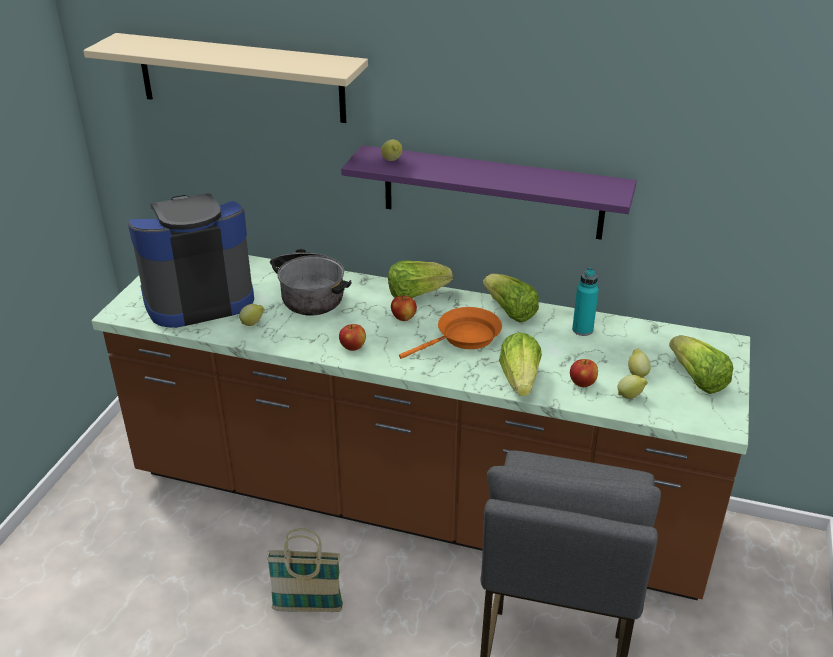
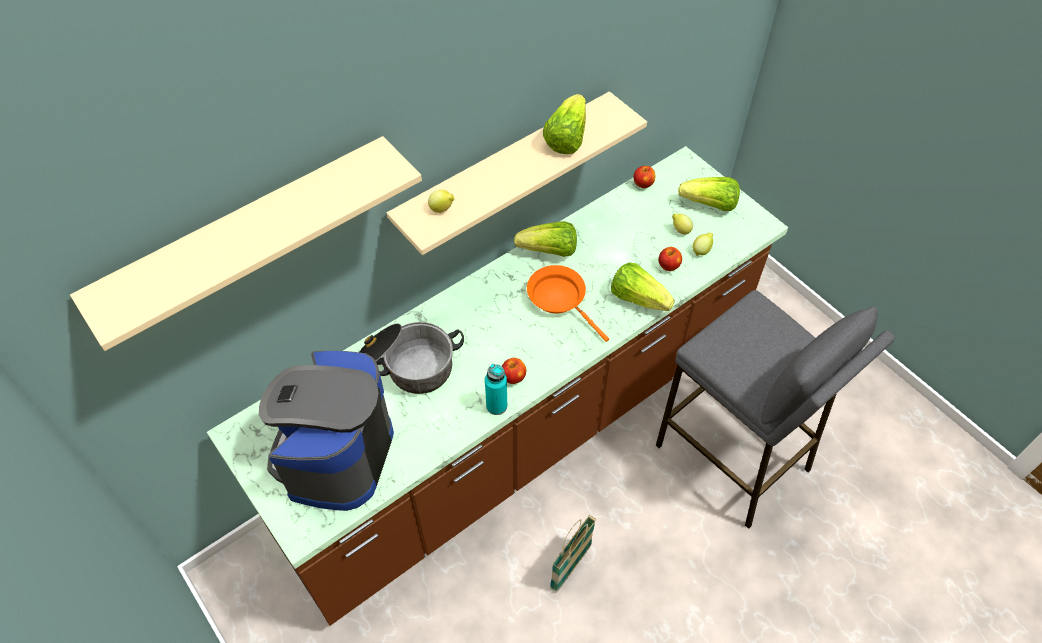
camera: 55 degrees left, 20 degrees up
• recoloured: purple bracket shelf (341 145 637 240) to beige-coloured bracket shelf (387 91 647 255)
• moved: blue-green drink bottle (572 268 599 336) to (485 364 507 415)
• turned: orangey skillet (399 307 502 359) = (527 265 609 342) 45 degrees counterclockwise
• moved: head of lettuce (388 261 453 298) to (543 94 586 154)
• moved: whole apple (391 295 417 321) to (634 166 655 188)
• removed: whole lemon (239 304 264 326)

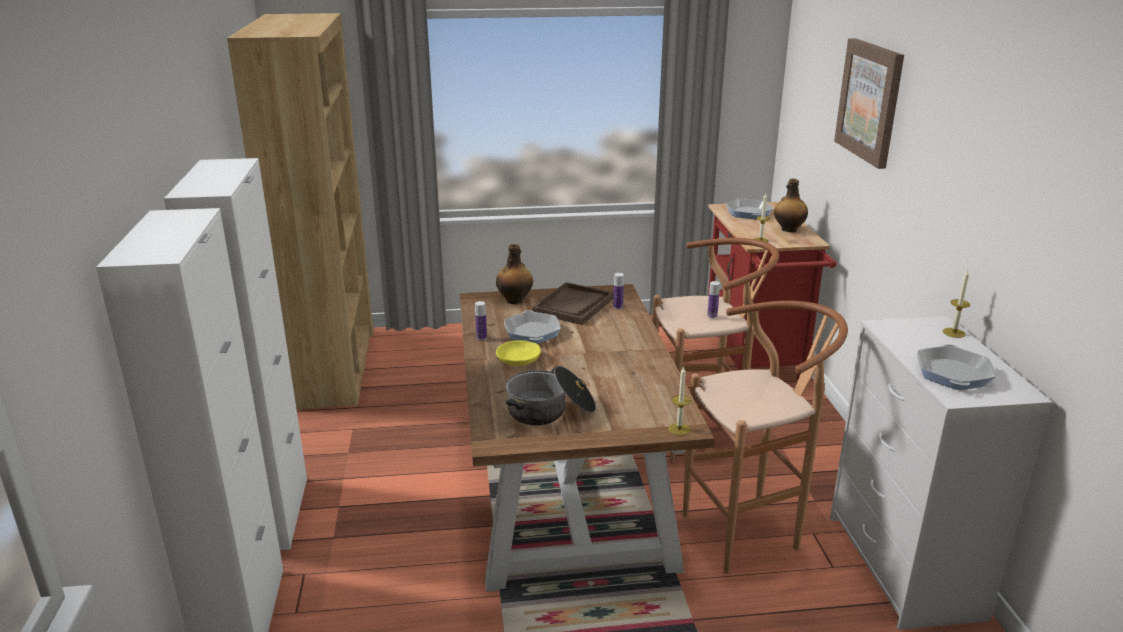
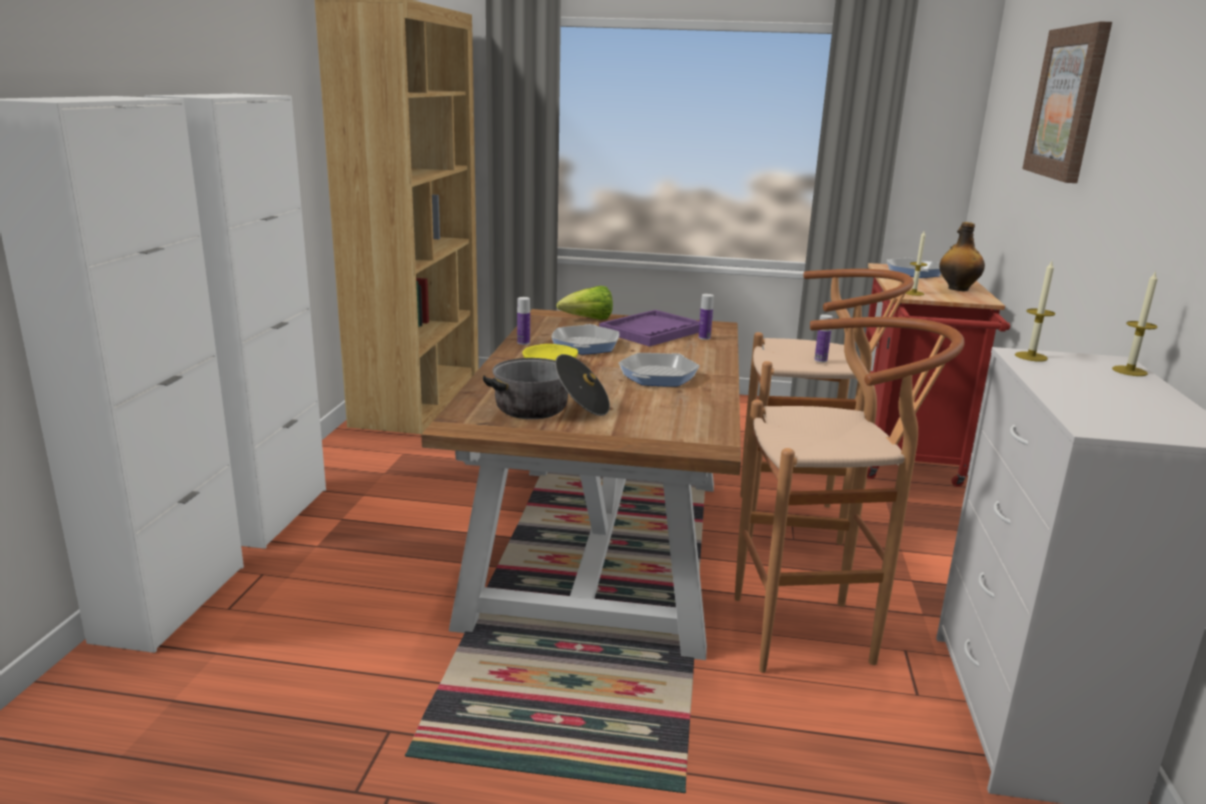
camera: 15 degrees right, 5 degrees down
• replaced: drink bottle (496 244 533 304) to head of lettuce (557 286 613 320)
• recoloured: brown-coloured serving tray (532 282 614 325) to purple serving tray (599 310 700 347)
• moved: skillet (917 344 995 390) to (619 353 700 387)
• moved: wax candle (668 366 691 435) to (1015 261 1055 361)

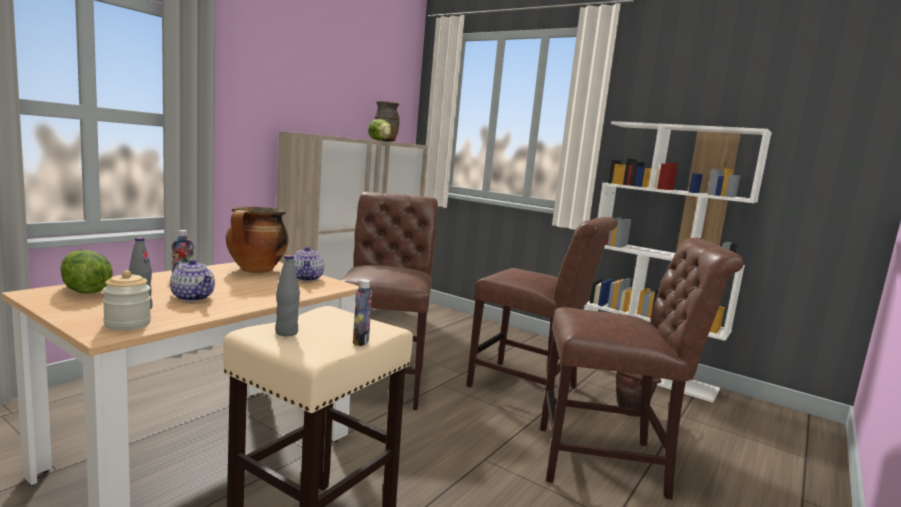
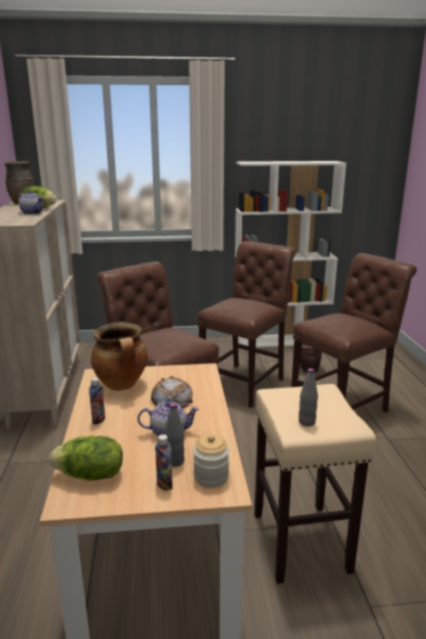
camera: 40 degrees left, 10 degrees up
• moved: teapot (294 246 324 281) to (18 190 43 214)
• added: bakery bread (151 376 193 408)
• moved: drink bottle (353 279 372 346) to (155 434 173 491)
• turned: brown-coloured chair (466 217 618 397) = (198 241 296 408) 45 degrees counterclockwise

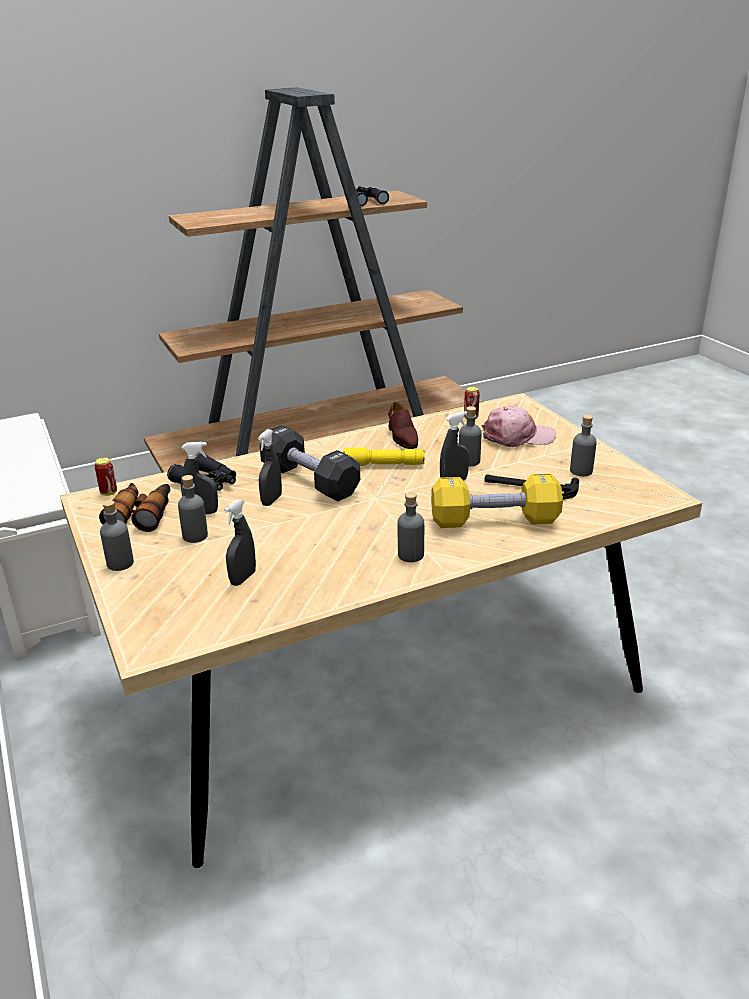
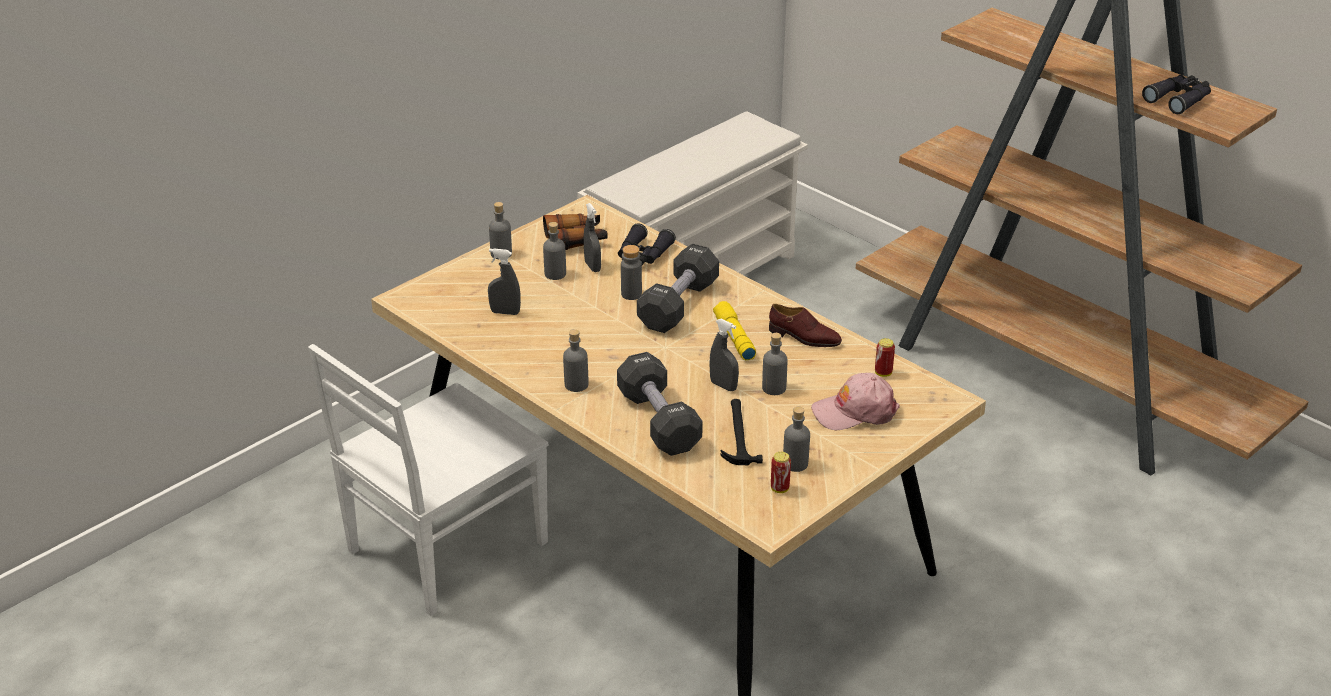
camera: 70 degrees right, 5 degrees up
• added: whitish chair (308 344 548 616)
• recoloured: yellow hand weight (431 473 563 528) to blackish hand weight (617 352 703 456)
• replaced: grey spray bottle (258 429 282 506) to grey drink bottle (621 245 642 300)
• turned: brown-coloured shoe (388 401 418 449) = (769 304 842 347) 120 degrees counterclockwise
• moved: metal can (94 458 117 496) to (771 452 791 493)
• turned: pink peaked cap (482 406 556 447) = (811 373 900 430) 105 degrees clockwise

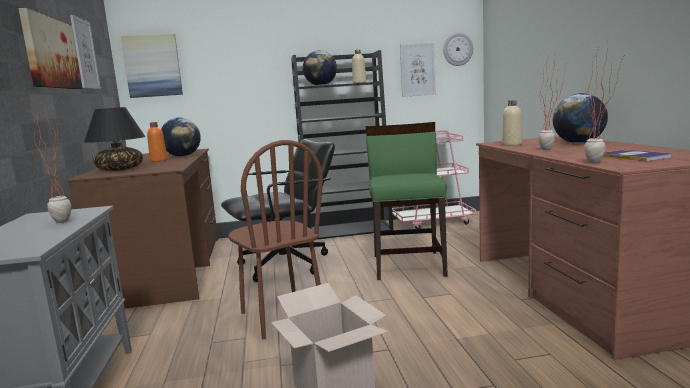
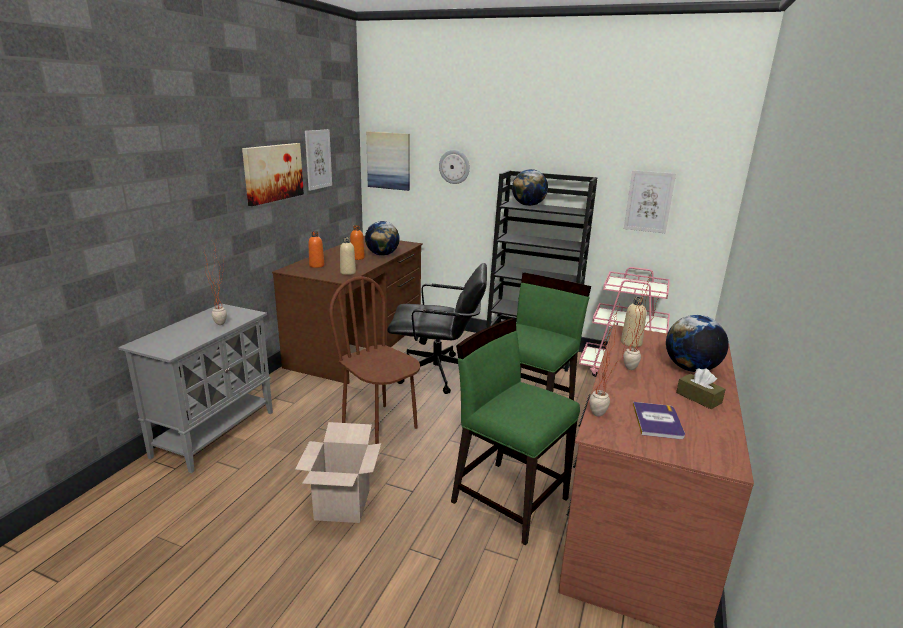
camera: 30 degrees right, 10 degrees up
• replaced: blackish tabletop lamp (84 107 146 171) to orangey drink bottle (308 231 324 268)
• turned: brown-coloured chair (228 140 323 339) = (329 276 420 444) 135 degrees clockwise
• moved: beige-coloured drink bottle (352 50 366 83) to (340 237 356 275)
• moved: clock on the wall (443 33 473 66) to (439 150 470 184)
• added: green-coloured chair (451 318 580 545)
• added: brown-coloured tissue holder (676 368 726 409)

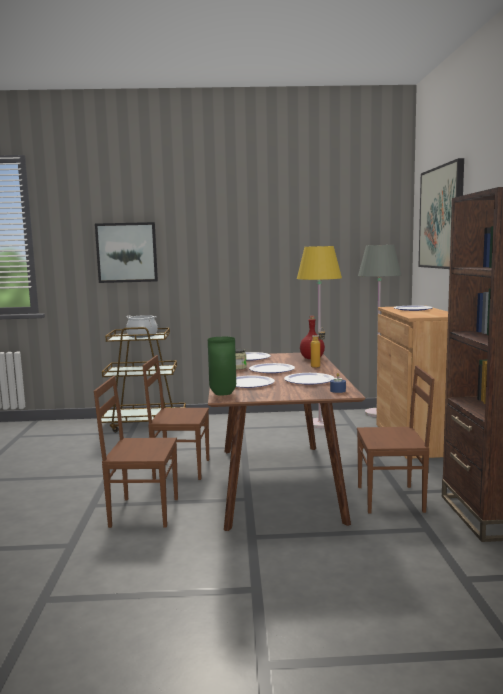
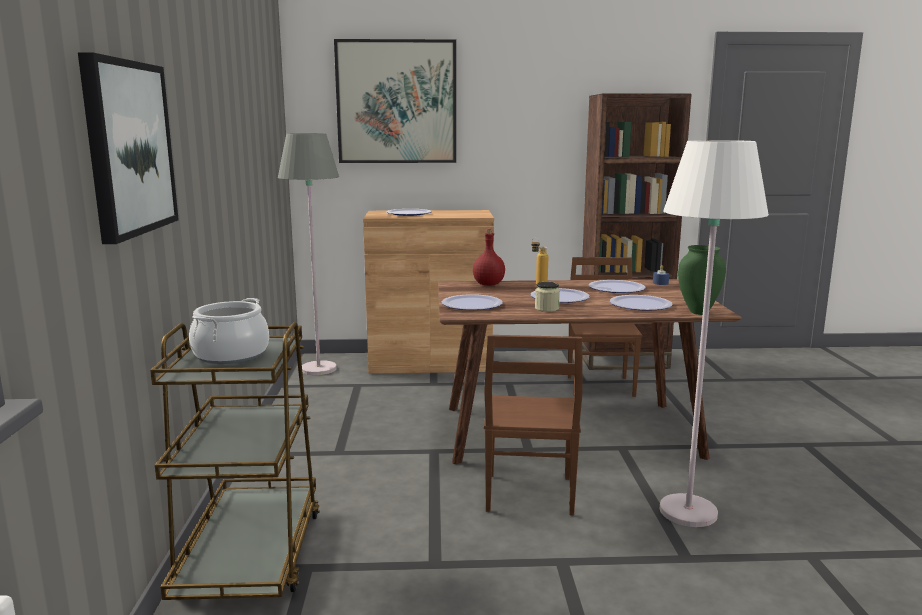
camera: 90 degrees left, 5 degrees up
• replaced: brown-coloured chair (94 376 178 528) to whitish standard lamp (660 140 769 527)
• removed: yellow standard lamp (297 246 342 428)

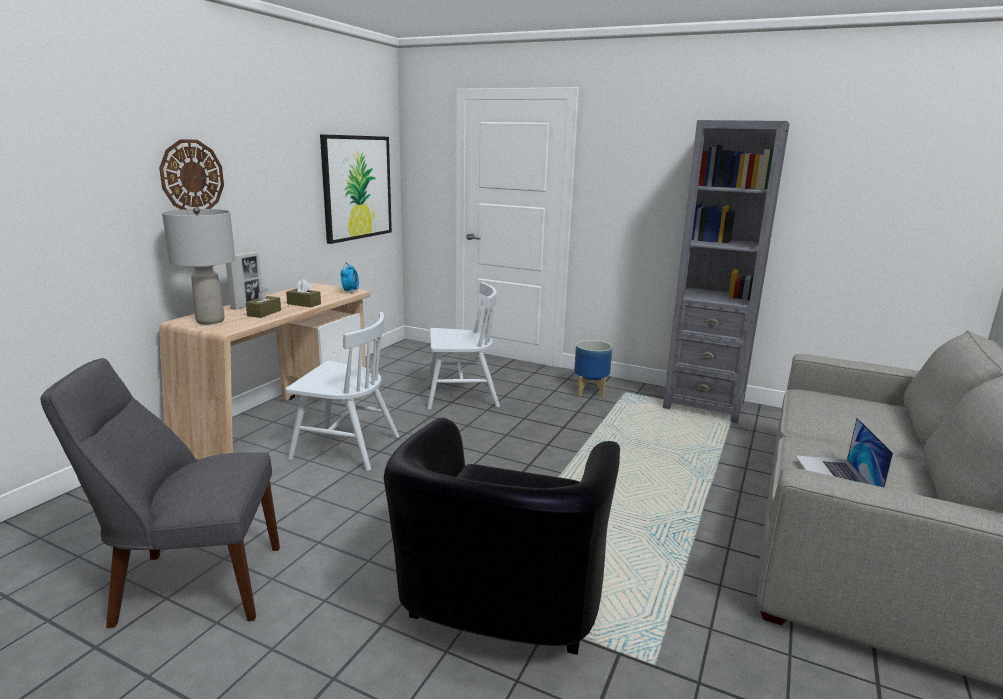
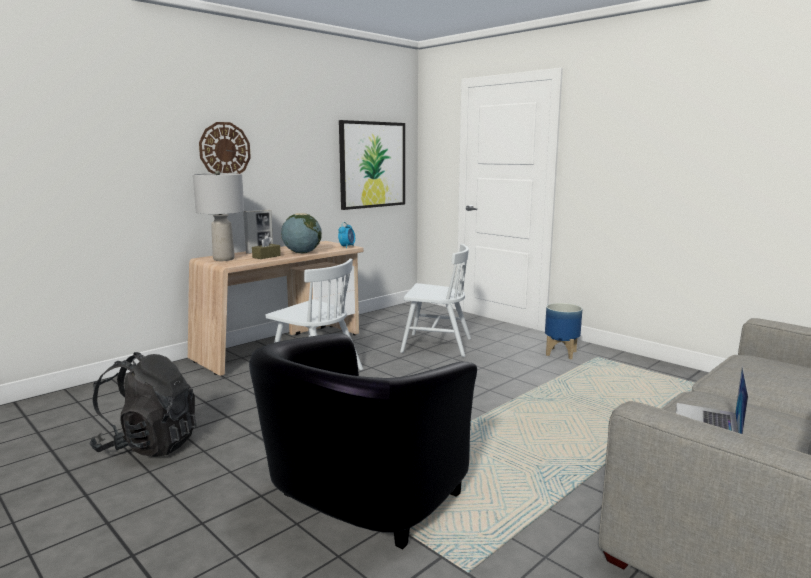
camera: 20 degrees right, 5 degrees down
• replaced: grey chair (40 358 280 628) to blackish rucksack (89 352 196 457)
• replaced: brown-coloured tissue holder (286 279 321 308) to desk globe (281 213 322 253)
• removed: grey shelving unit (663 120 790 424)

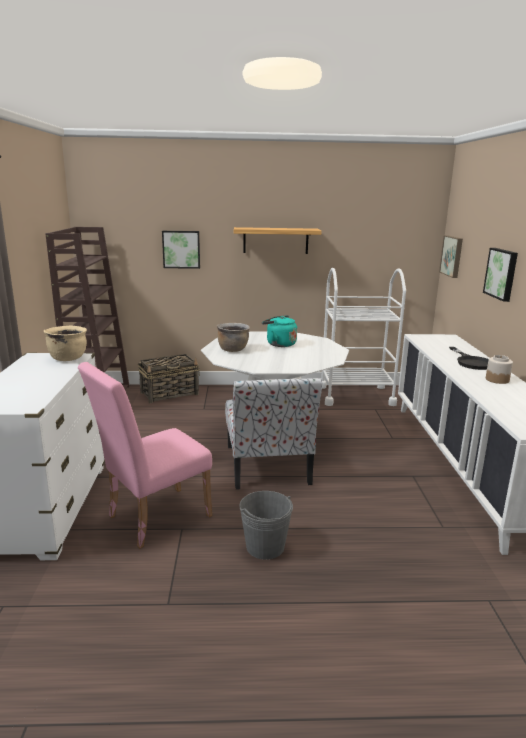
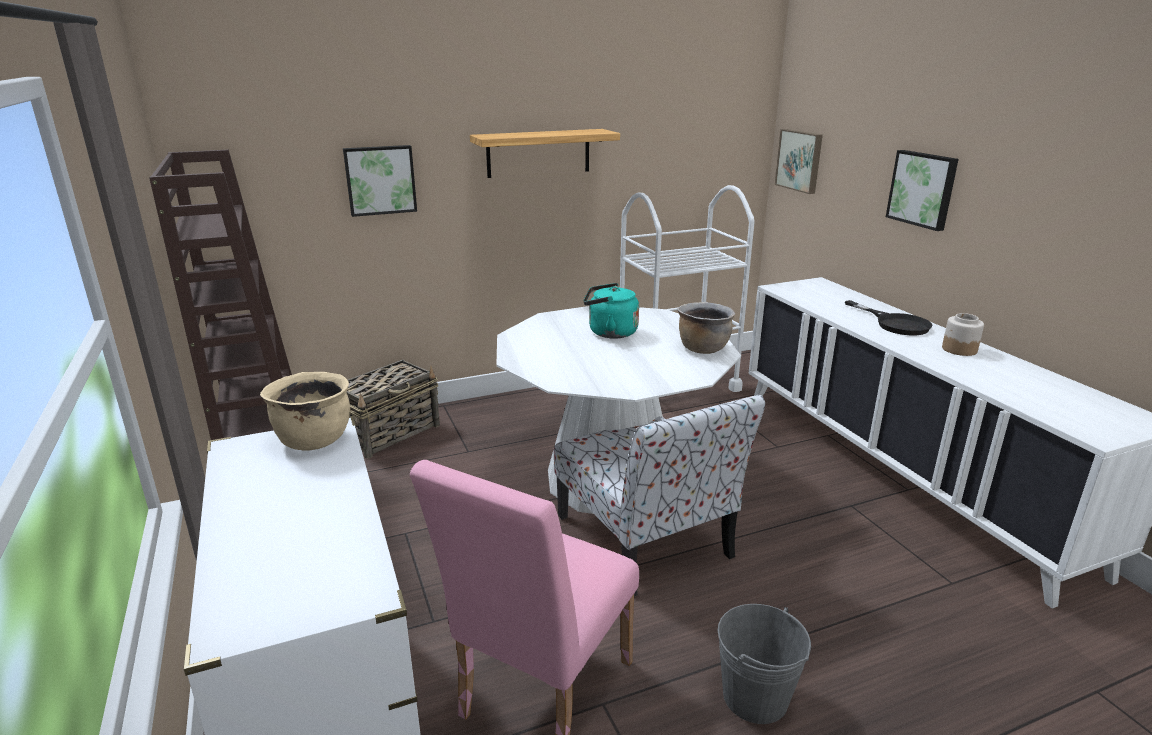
camera: 20 degrees left, 5 degrees up
• moved: brown-coloured cooking pot (217 323 250 352) to (677 302 735 354)

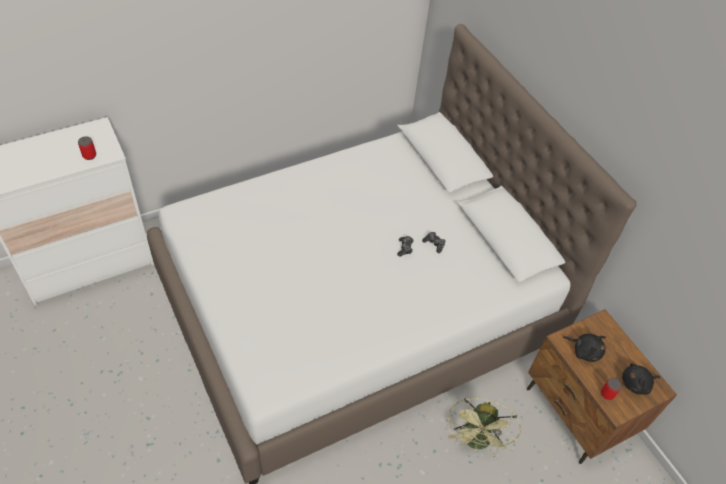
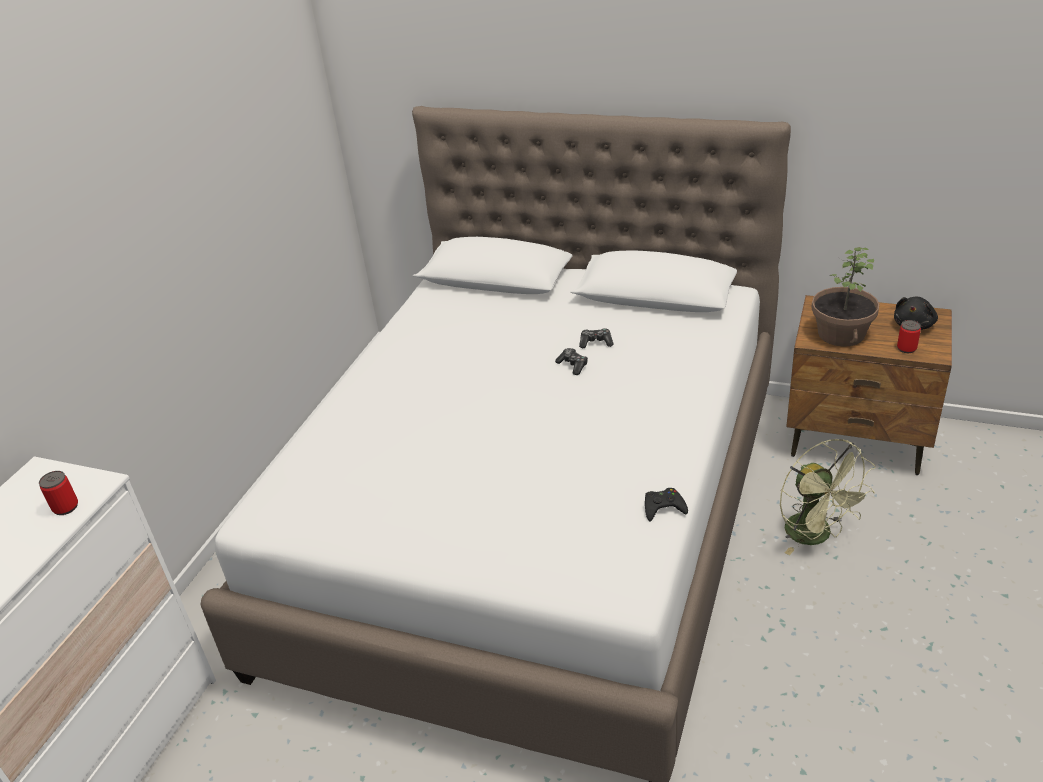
camera: 35 degrees left, 15 degrees down
• added: blackish game controller (645 488 688 522)
• replaced: blackish soft toy (563 334 607 362) to plant in a pot (811 247 879 346)

